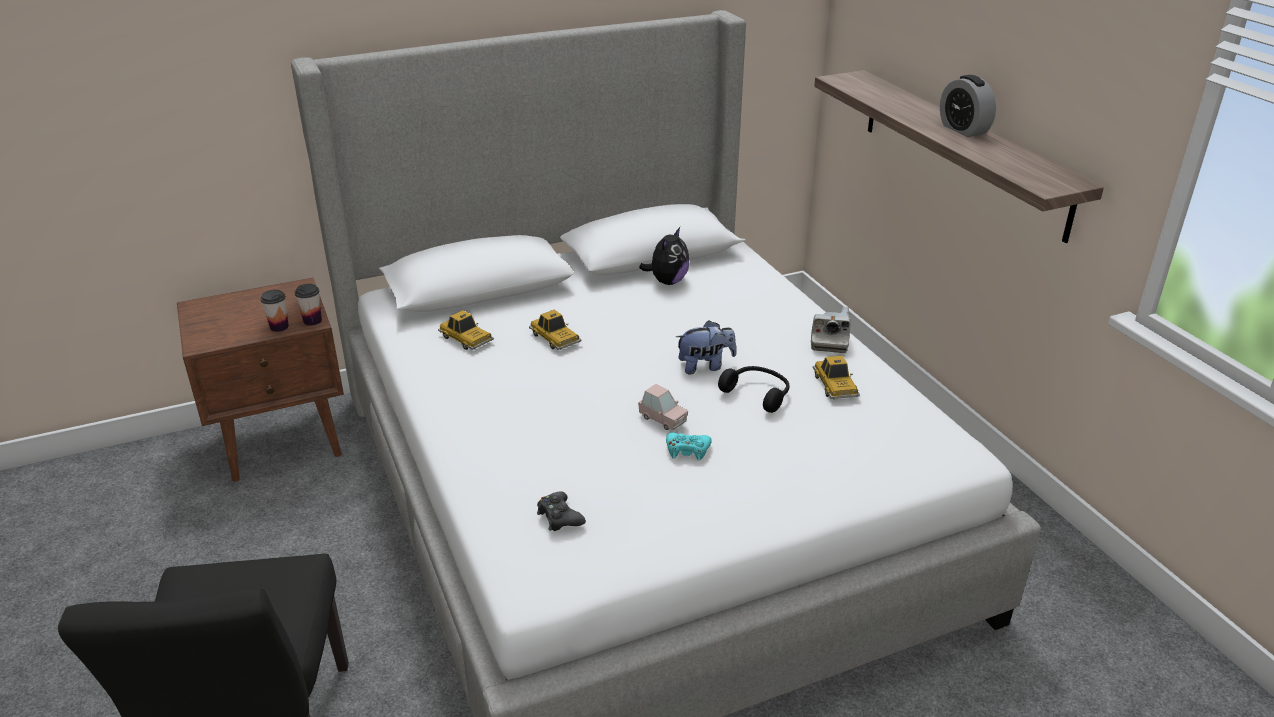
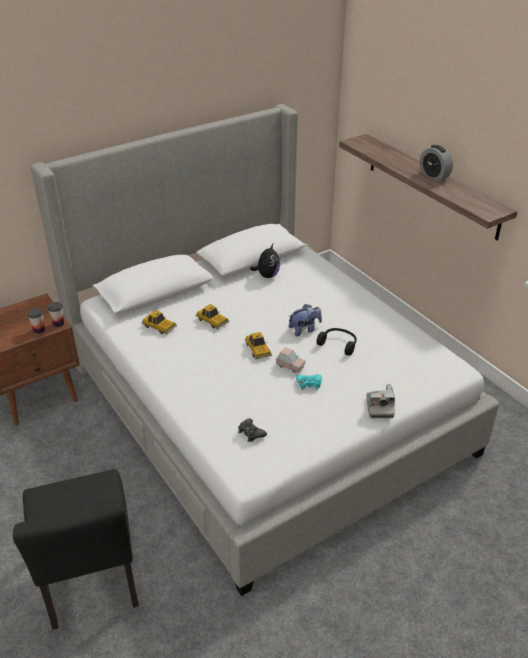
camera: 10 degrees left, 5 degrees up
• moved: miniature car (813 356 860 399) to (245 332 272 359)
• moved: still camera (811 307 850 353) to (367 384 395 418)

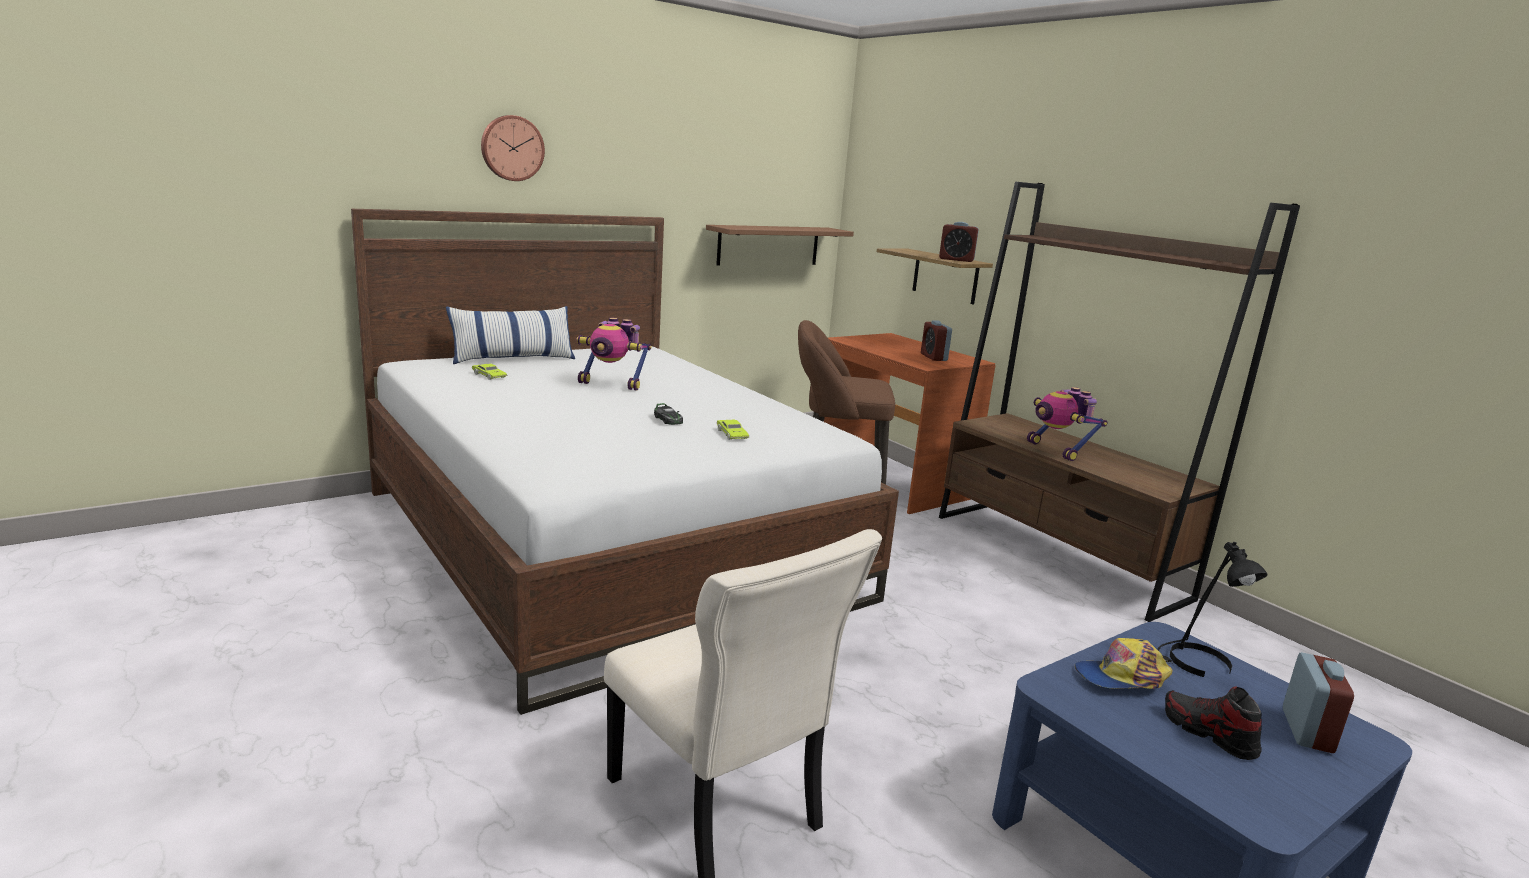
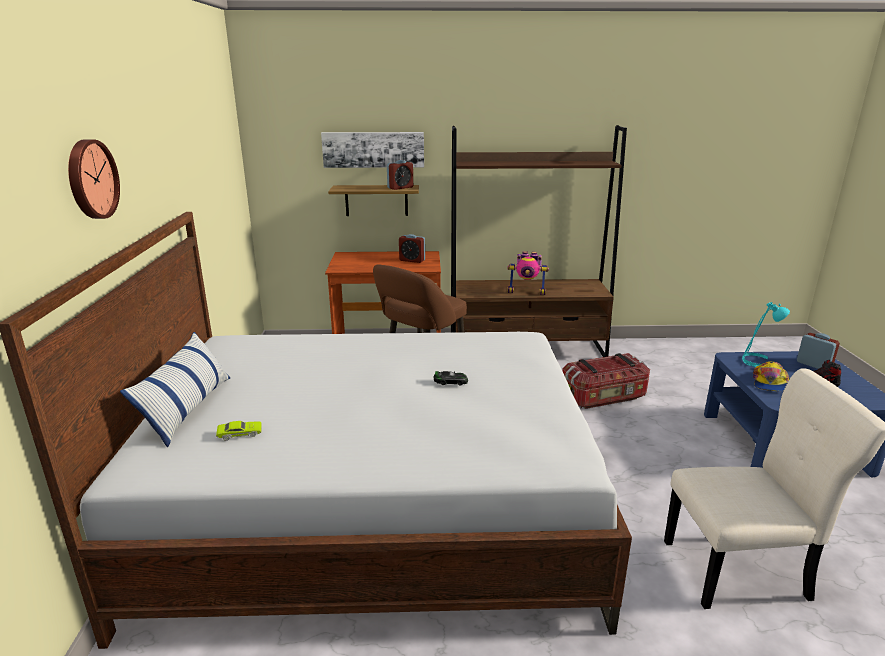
camera: 55 degrees left, 5 degrees up
• added: picture (321 132 424 168)
• added: storage container (562 353 650 409)
• recoloured: blackish tabletop lamp (1158 542 1268 677) to blue-green tabletop lamp (742 302 790 367)
• removed: model robot (577 318 652 391)
• removed: brown-coloured bracket shelf (706 225 854 265)
• removed: green-coloured miniature car (717 420 749 440)

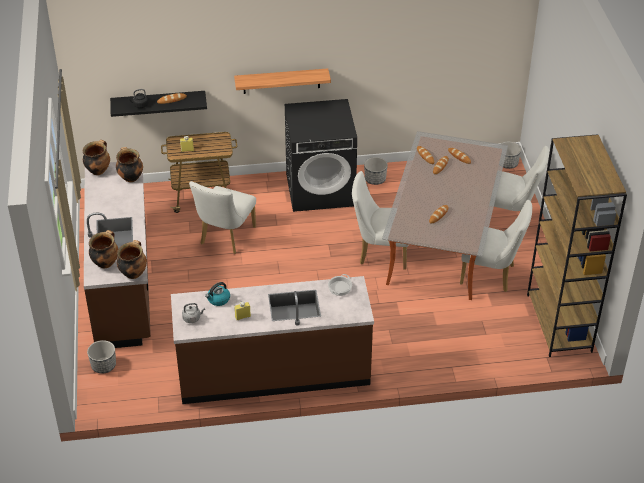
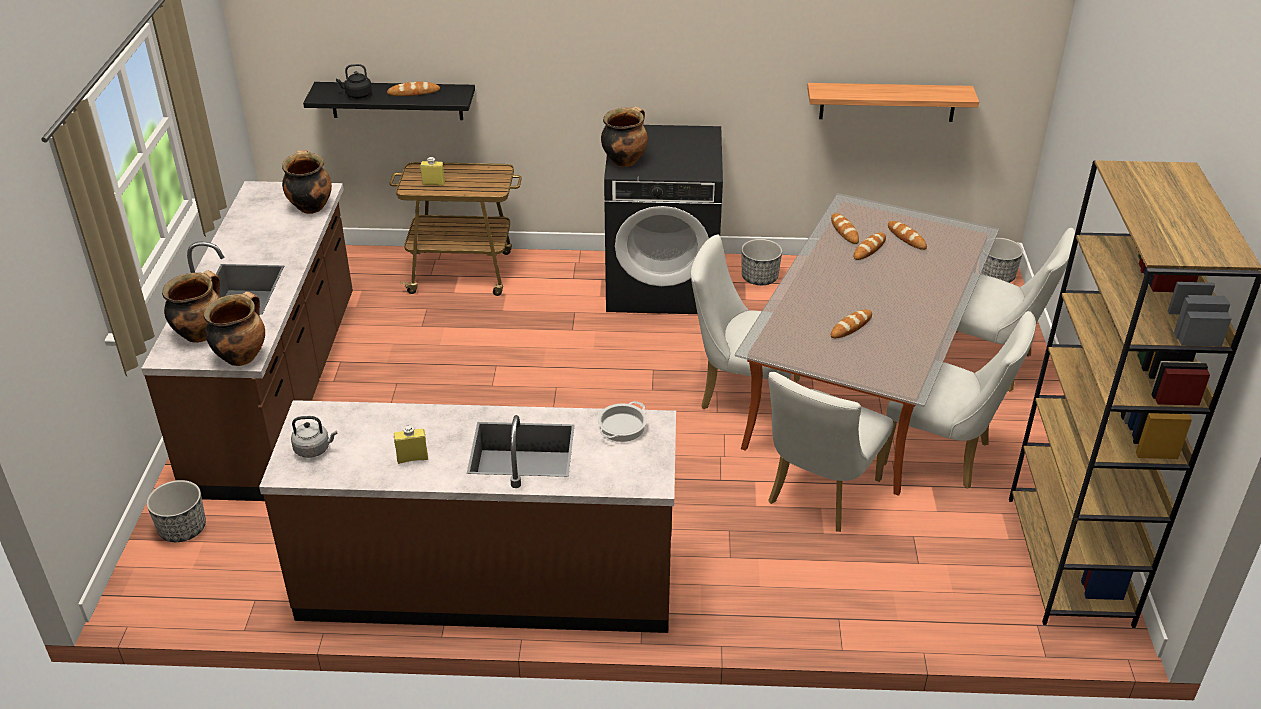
camera: 10 degrees right, 5 degrees down
• moved: cooking pot (83 140 110 175) to (601 106 648 167)
• moved: whitish chair (189 181 256 254) to (768 372 894 532)
• moved: bracket shelf (234 68 331 94) to (807 83 979 122)
• removed: water kettle (205 282 230 306)

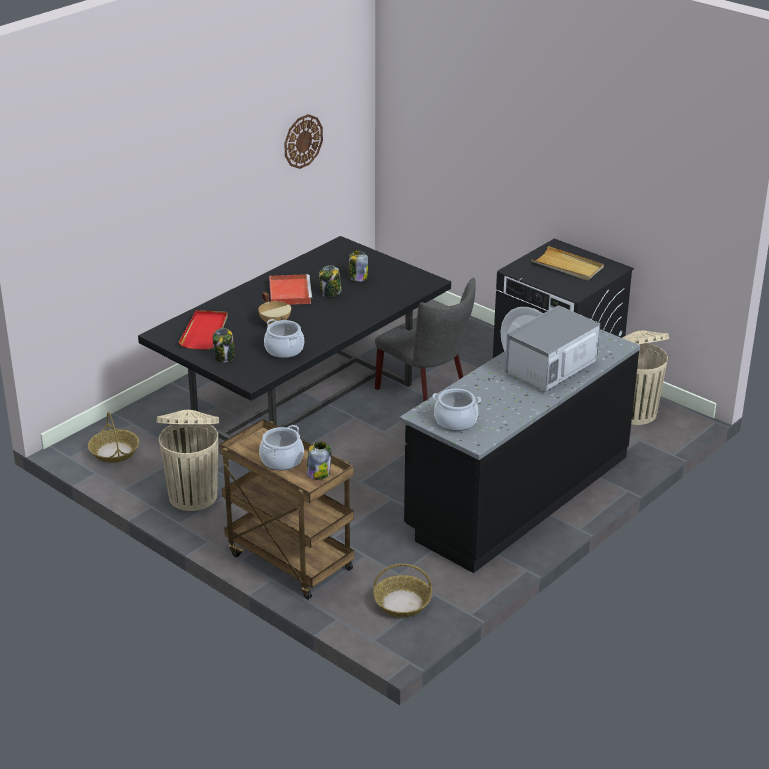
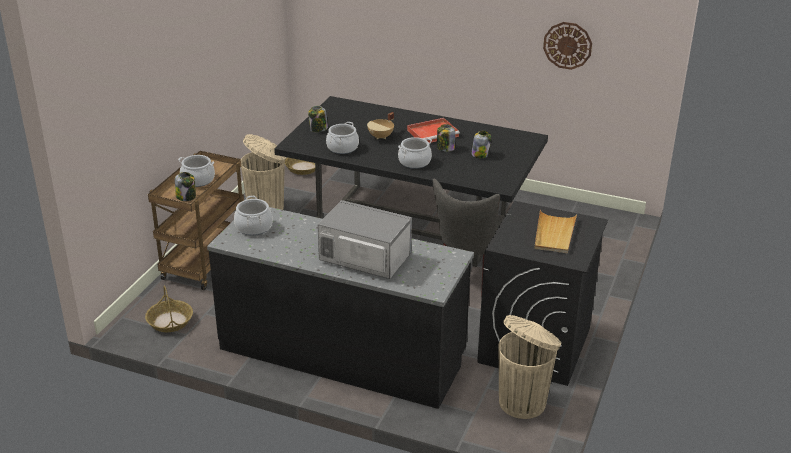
camera: 70 degrees right, 0 degrees up
• added: cooking pot (398 137 432 169)
• removed: red serving tray (179 310 228 350)

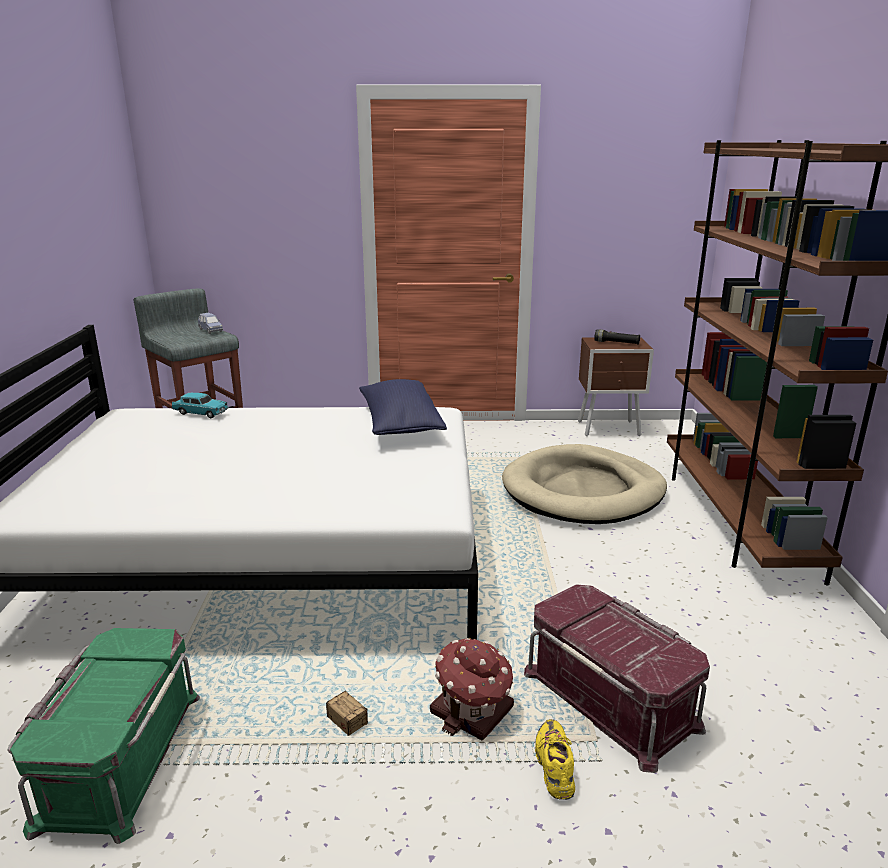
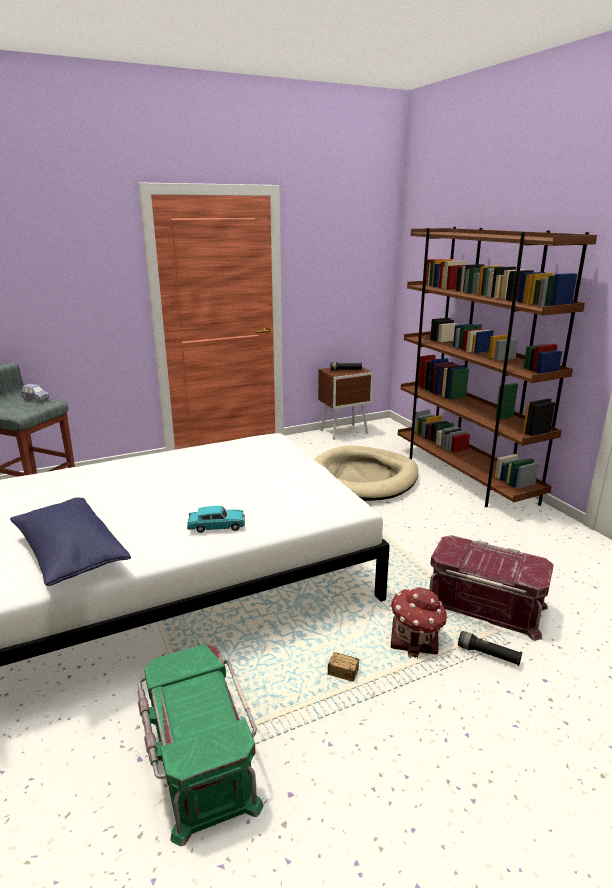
camera: 25 degrees left, 0 degrees up
• moved: bluish throw pillow (359 379 447 435) to (10 497 131 586)
• moved: blue-green miniature car (171 393 229 418) to (187 506 245 533)
• replaced: yellow shoe (535 719 575 800) to blackish flashlight (458 631 522 666)

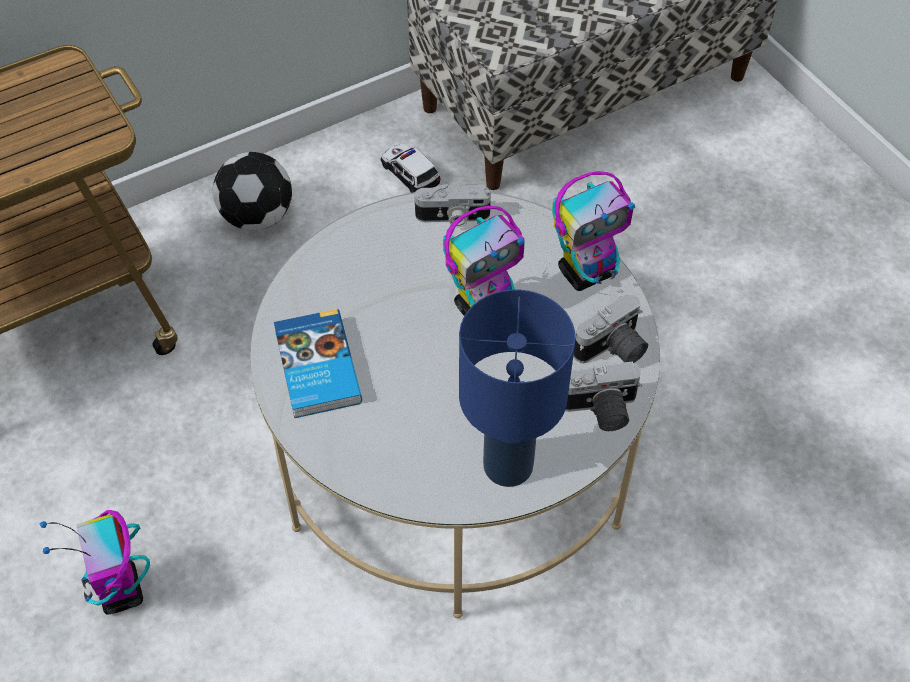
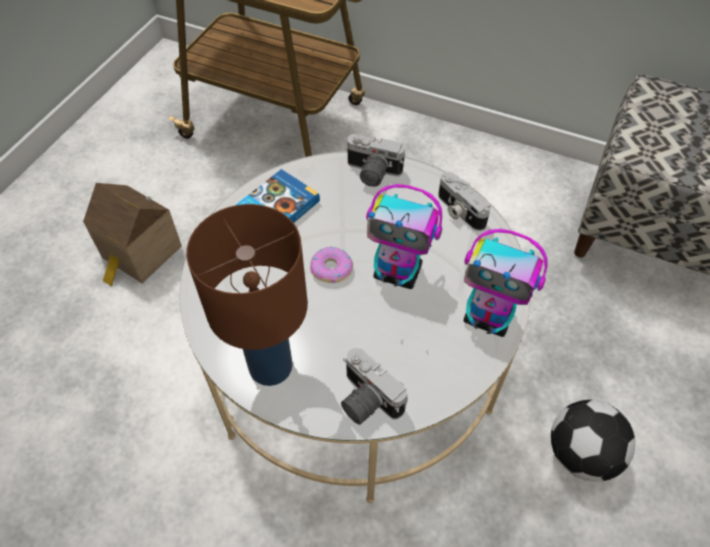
camera: 55 degrees right, 0 degrees up
• replaced: model robot (40 510 150 615) to model house (83 183 182 286)
• recoloured: bluish tabletop lamp (459 290 576 487) to brown-coloured tabletop lamp (186 204 308 386)
• added: donut (310 246 353 283)
• moved: still camera (573 293 648 363) to (345 134 405 187)
• moved: ball for football (213 152 292 231) to (551 400 635 482)
• removed: miniature car (381 143 440 193)

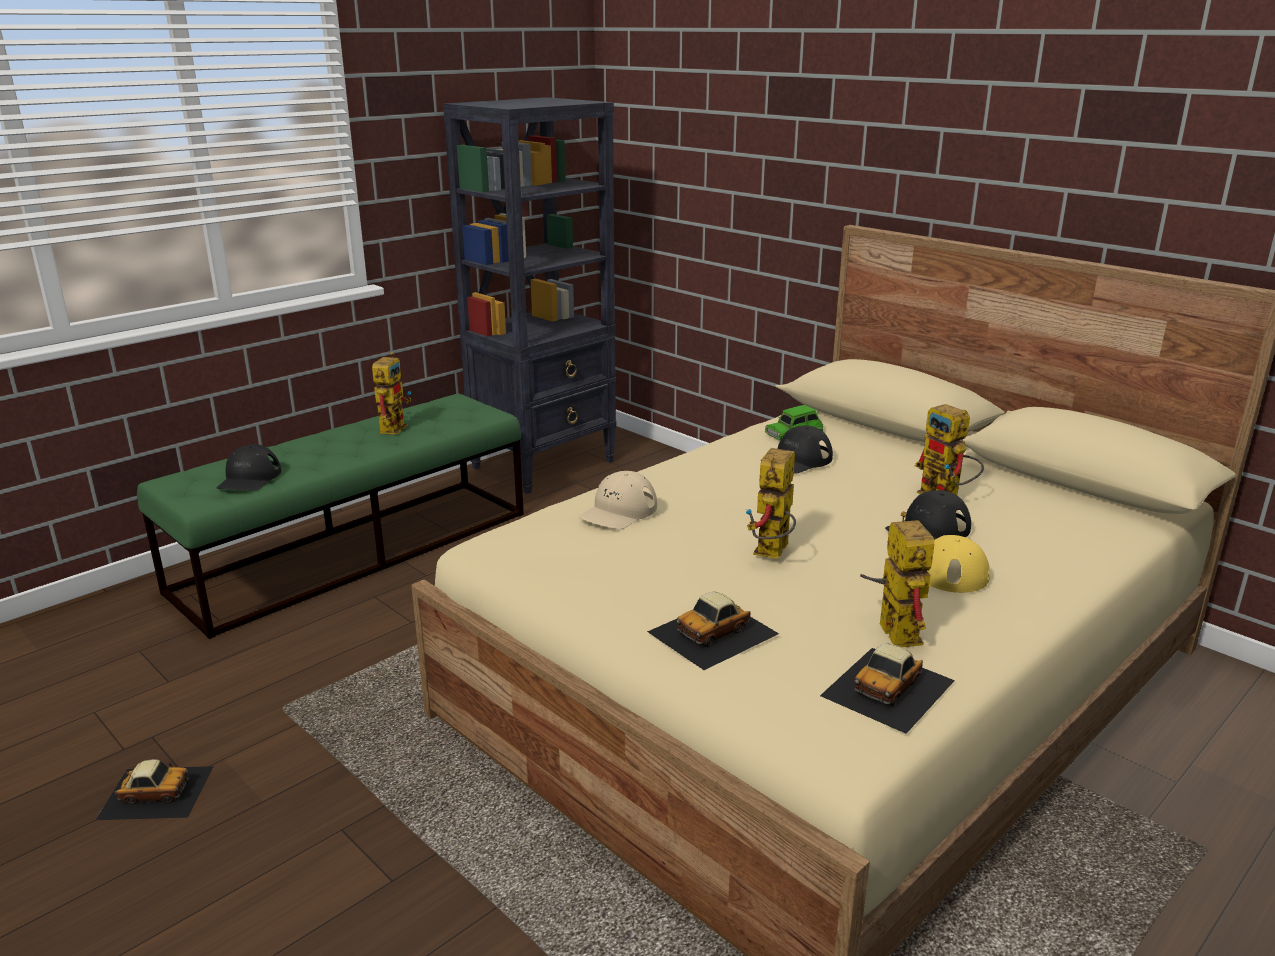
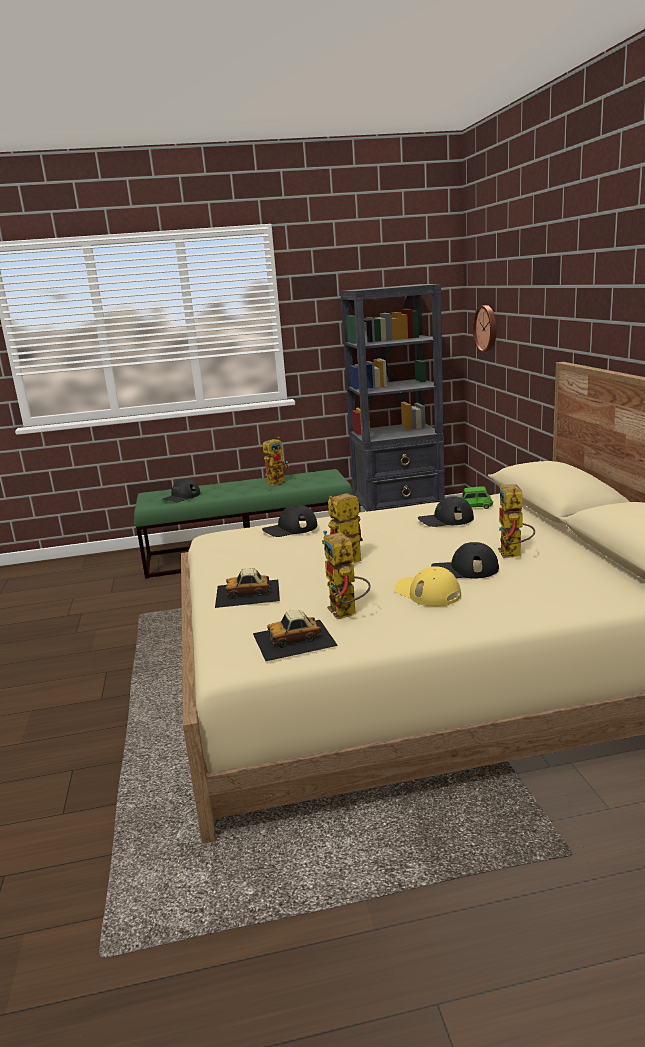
camera: 35 degrees right, 5 degrees down
• recoloured: beige-coloured peaked cap (579 471 657 529) to blackish peaked cap (262 505 318 537)
• turned: model robot (860 511 934 647) = (324 532 370 619) 135 degrees clockwise
• added: clock on the wall (473 305 497 353)
• removed: miniature car (96 759 214 820)

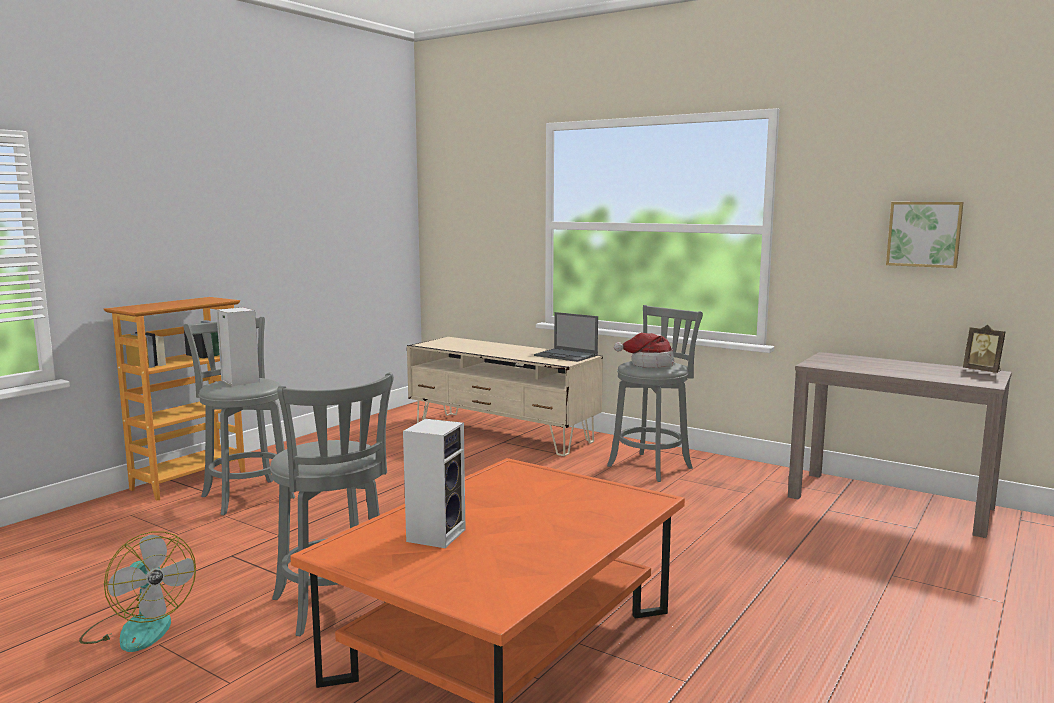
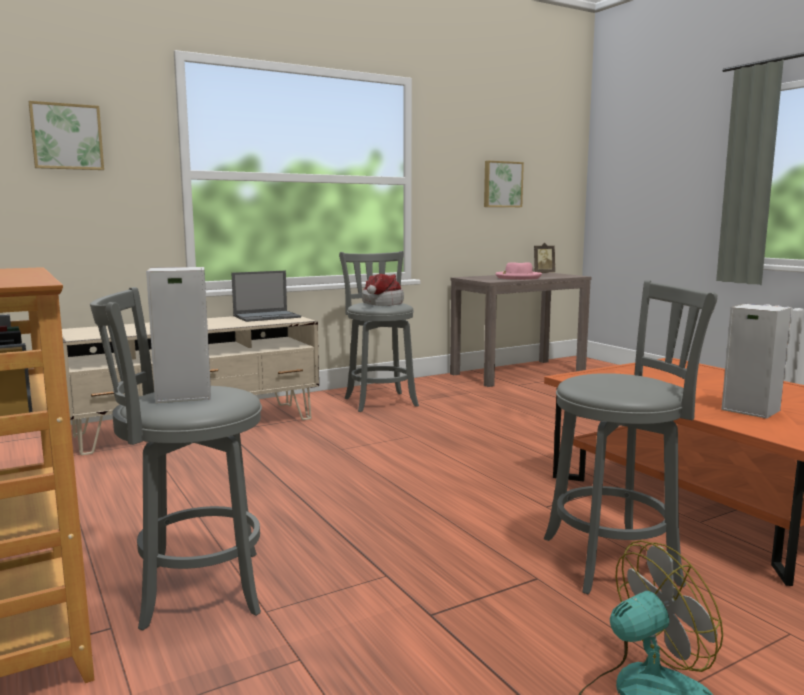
camera: 65 degrees left, 0 degrees up
• added: picture (29 101 104 170)
• added: pink hat (495 262 542 280)

